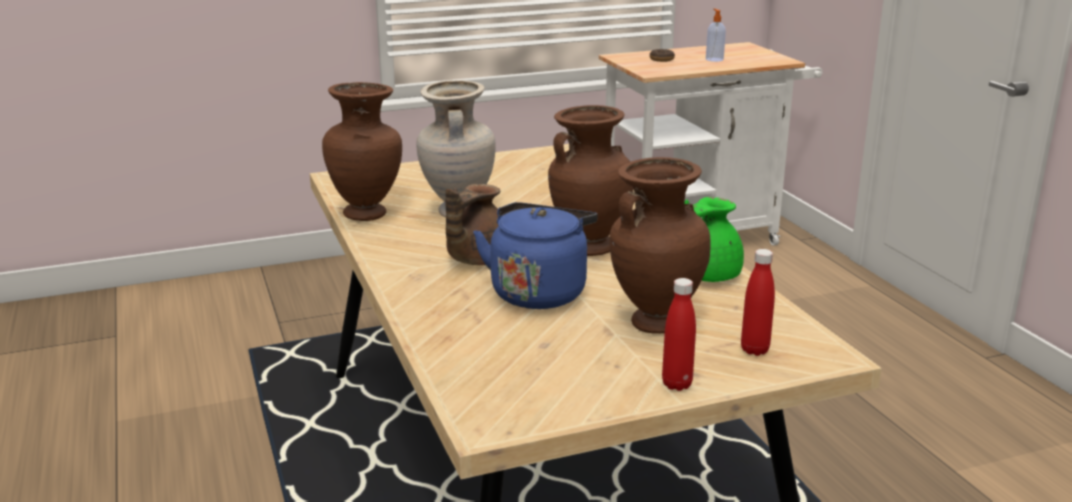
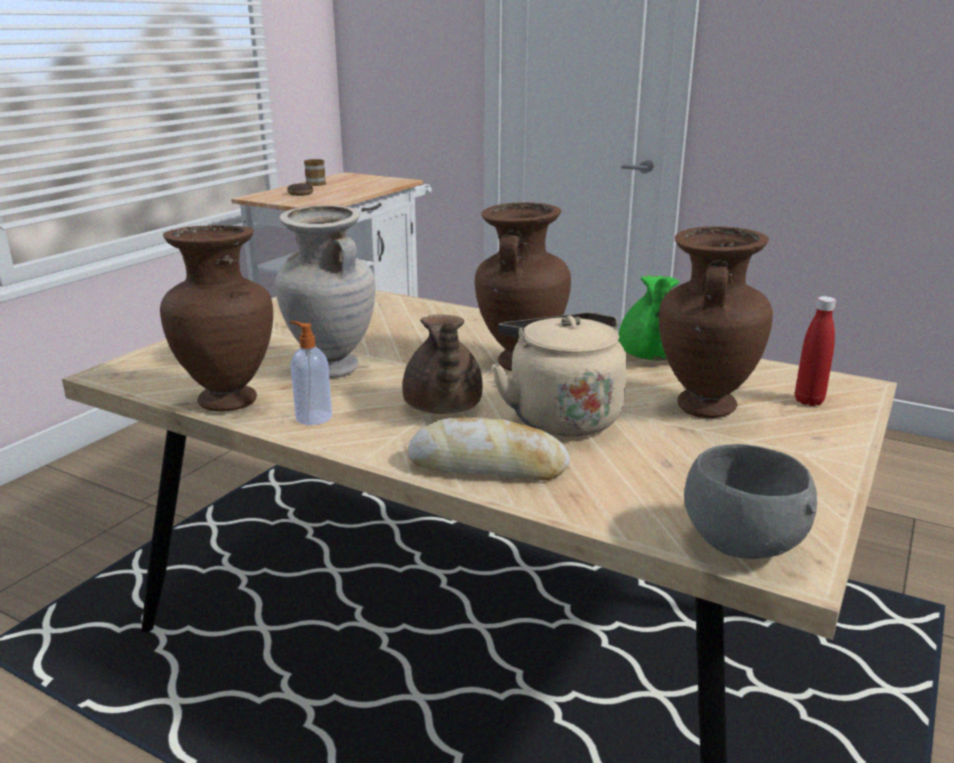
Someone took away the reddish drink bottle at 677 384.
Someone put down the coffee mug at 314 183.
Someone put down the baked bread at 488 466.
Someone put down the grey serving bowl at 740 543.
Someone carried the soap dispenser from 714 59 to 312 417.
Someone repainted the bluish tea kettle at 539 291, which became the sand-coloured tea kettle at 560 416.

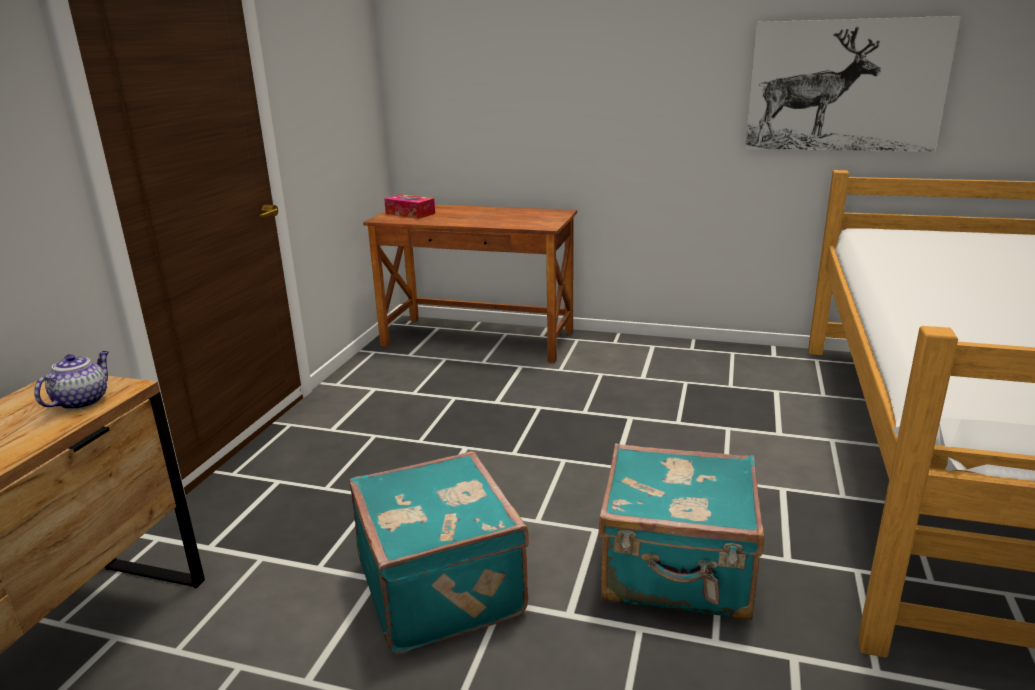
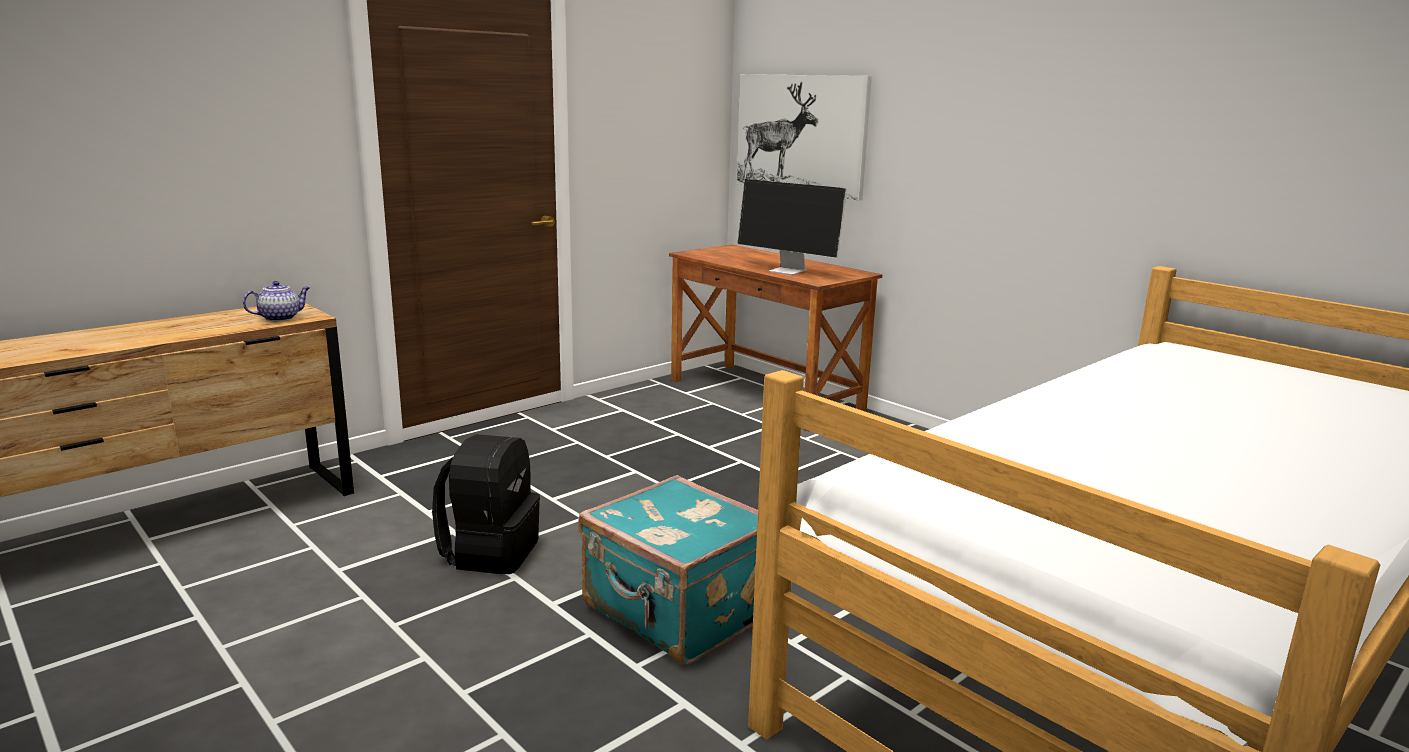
Someone took away the box of tissues at 410 213.
Someone put down the computer display at 789 271.
Someone carried the wall art from 845 86 to 800 134.
Someone swapped the turquoise suitcase at 443 586 for the black-coloured backpack at 490 552.

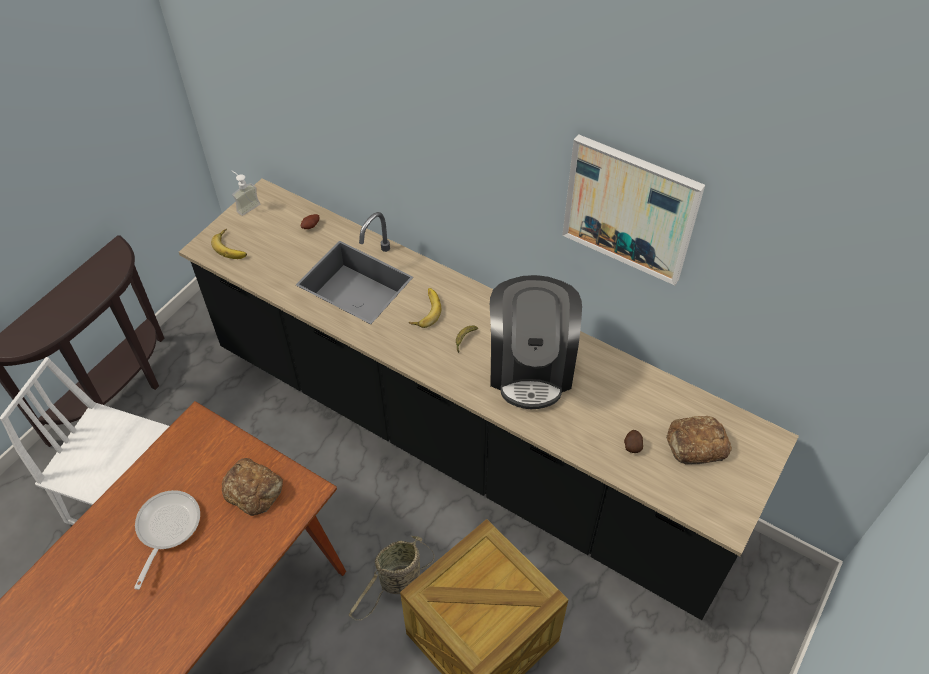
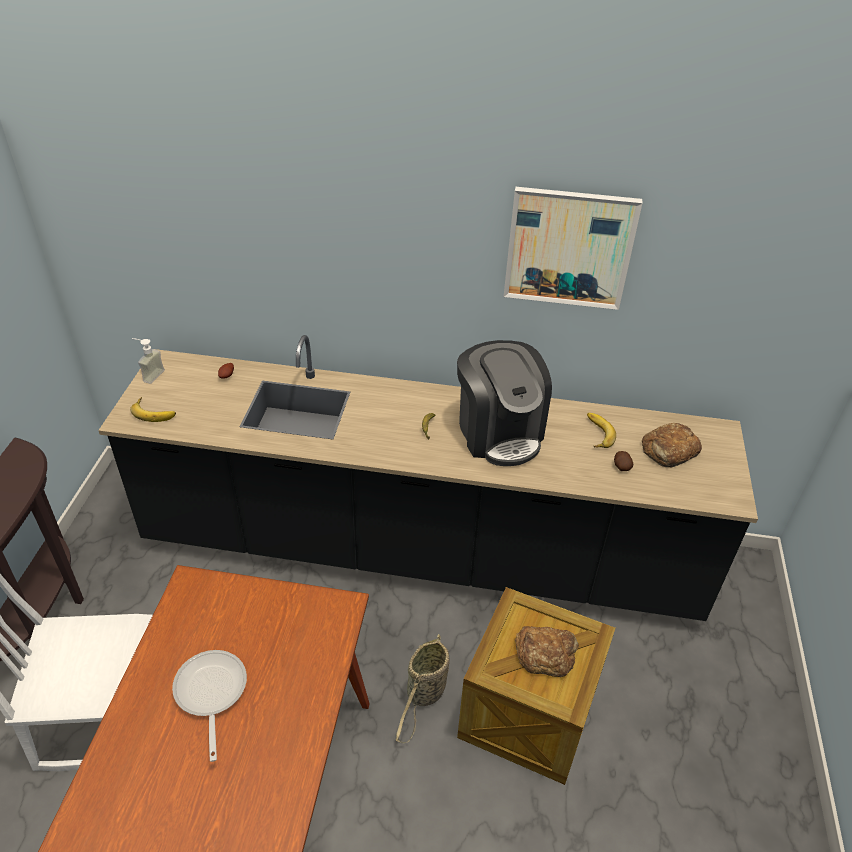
Someone carried the baked bread from 253 489 to 545 653.
Someone carried the banana from 424 310 to 596 433.

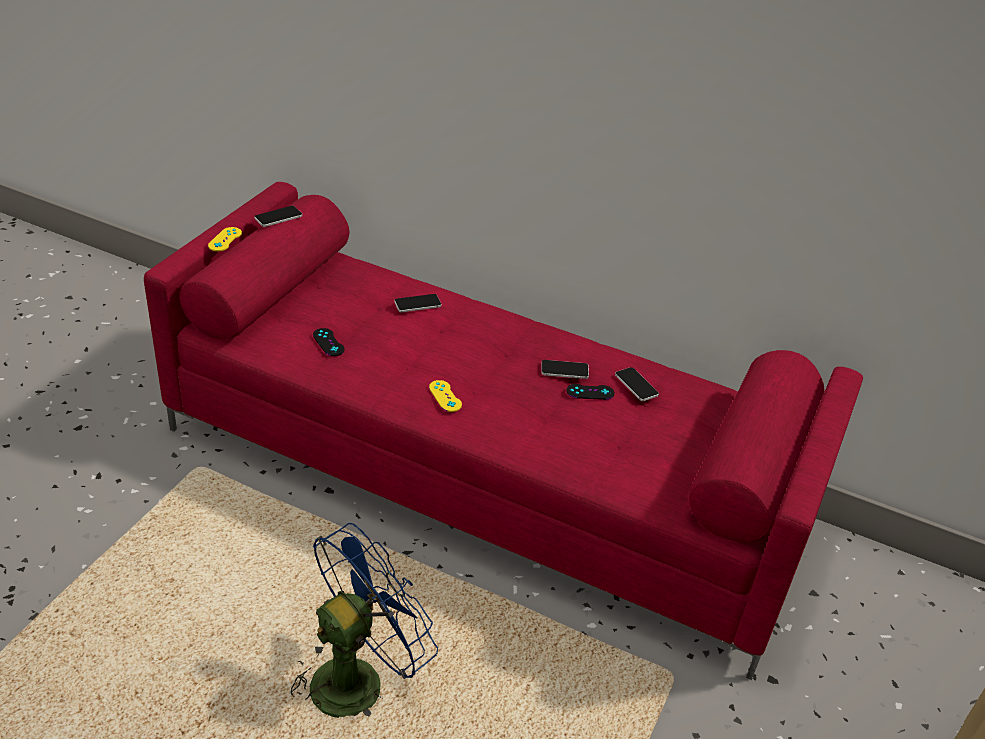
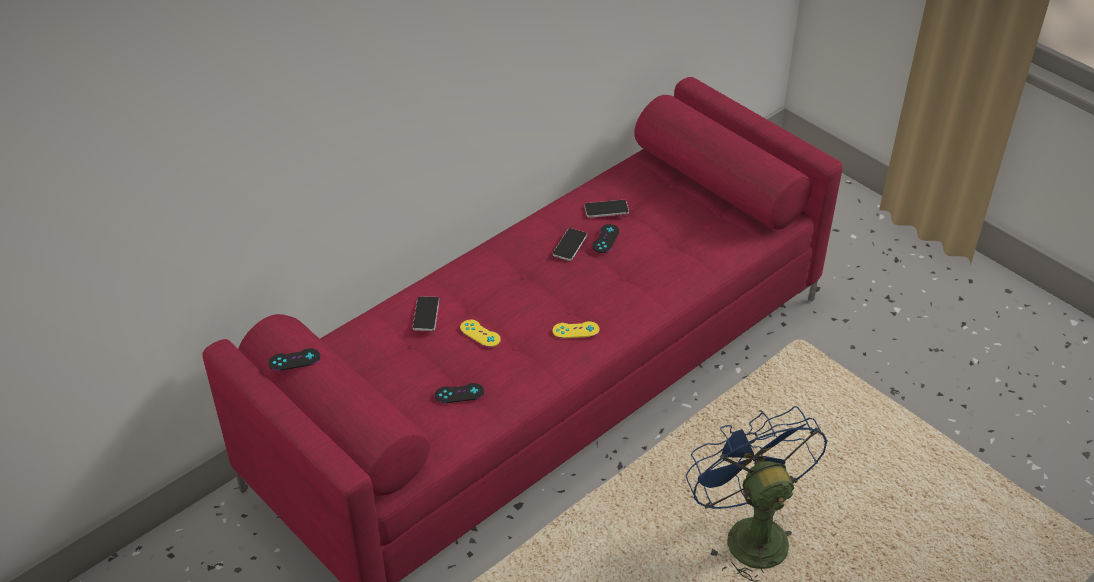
Someone carried the yellow joypad from 225 239 to 480 333.
Someone swapped the phone at 278 217 for the black-coloured joypad at 294 360.

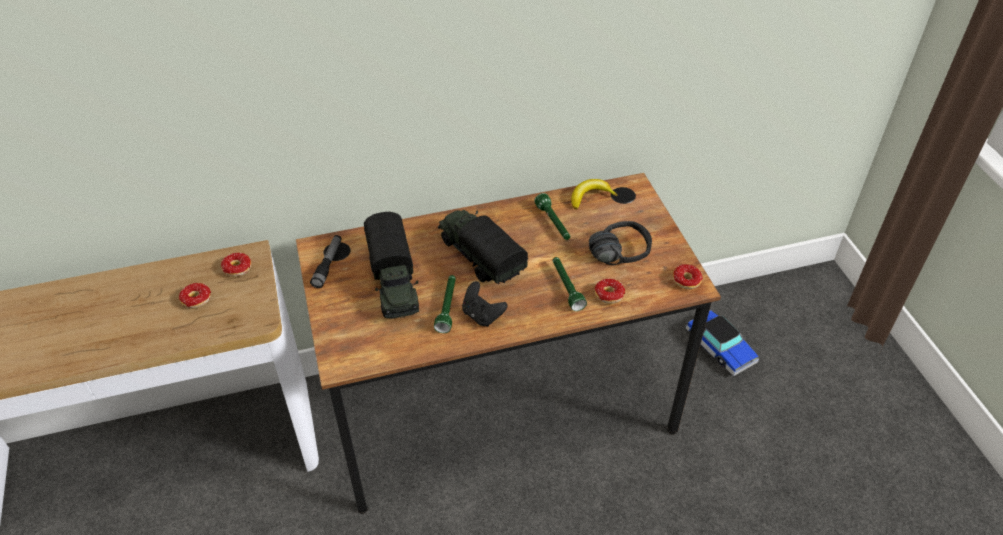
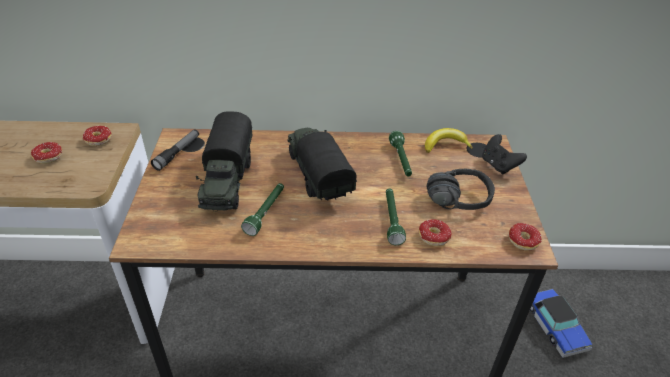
Someone carried the black-coloured joypad from 482 315 to 498 165.

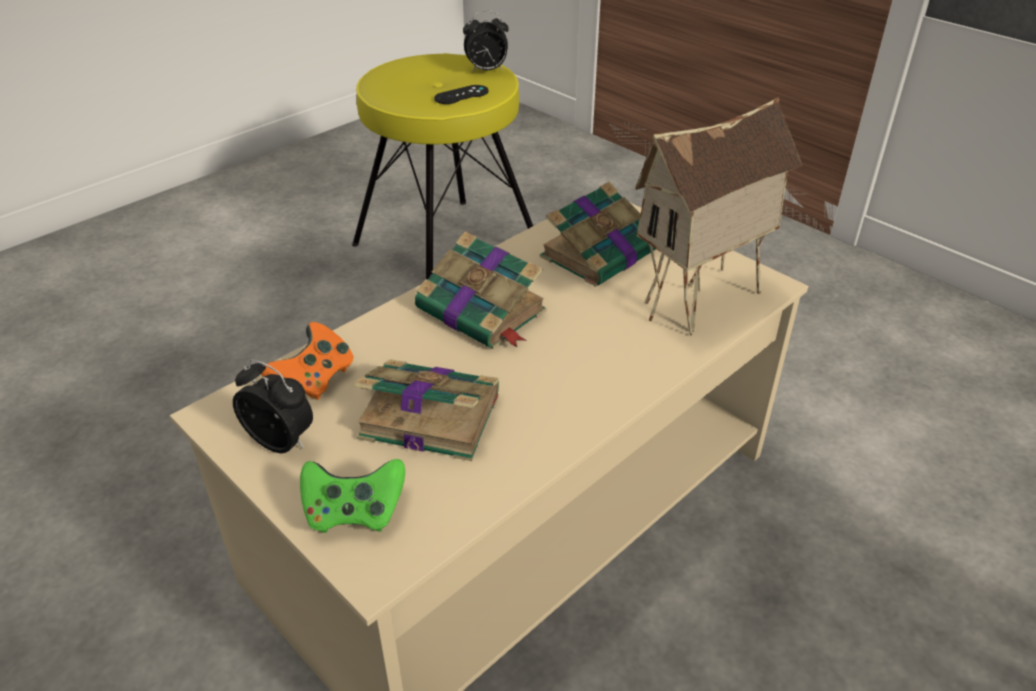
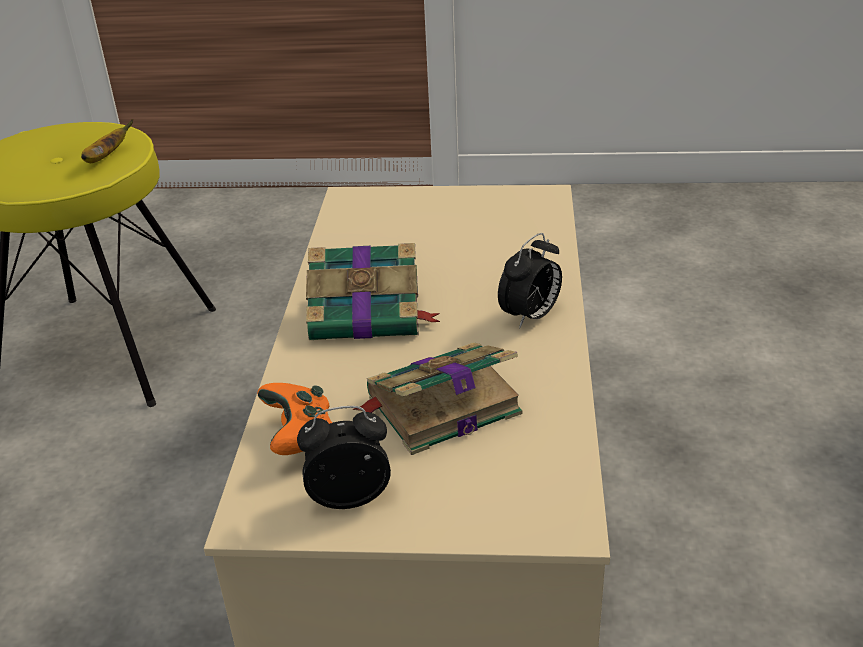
Someone took away the green joypad at 354 512.
Someone took away the book at 601 253.
Someone took away the toy house at 701 306.
Someone carried the bedside clock from 486 71 to 530 317.
Someone swapped the black-coloured joypad at 461 95 for the banana at 106 157.

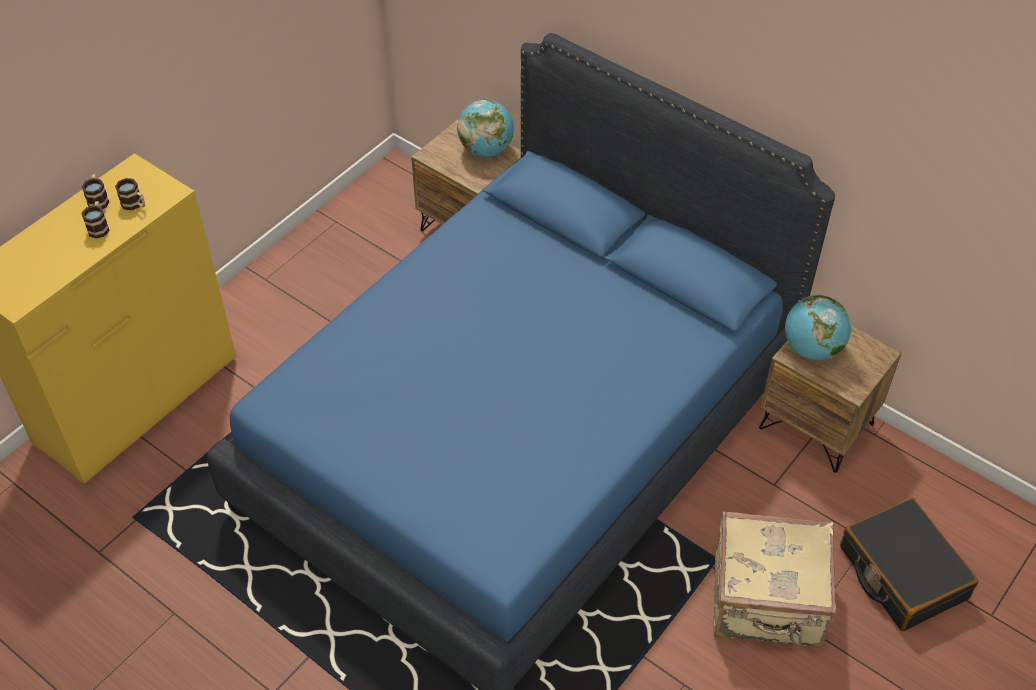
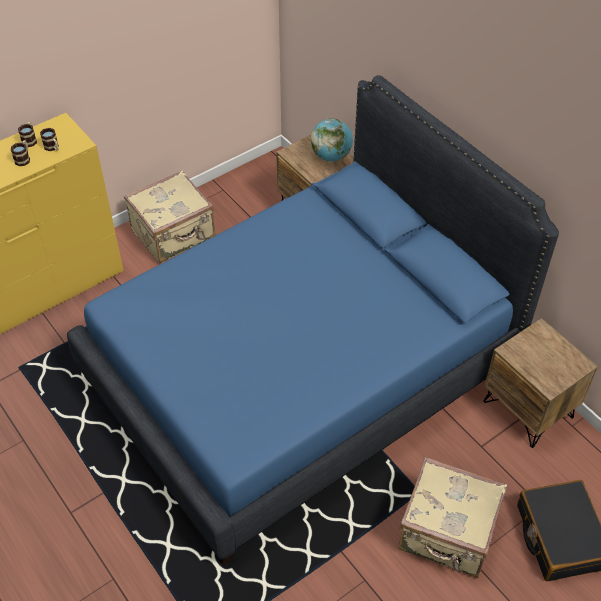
Someone took away the world globe at 812 349.
Someone put down the sand-coloured suitcase at 174 235.

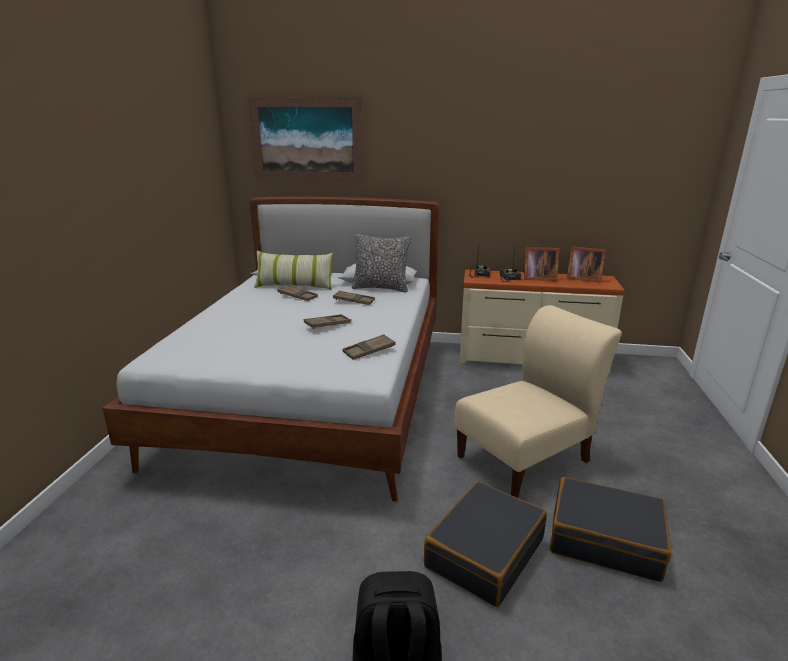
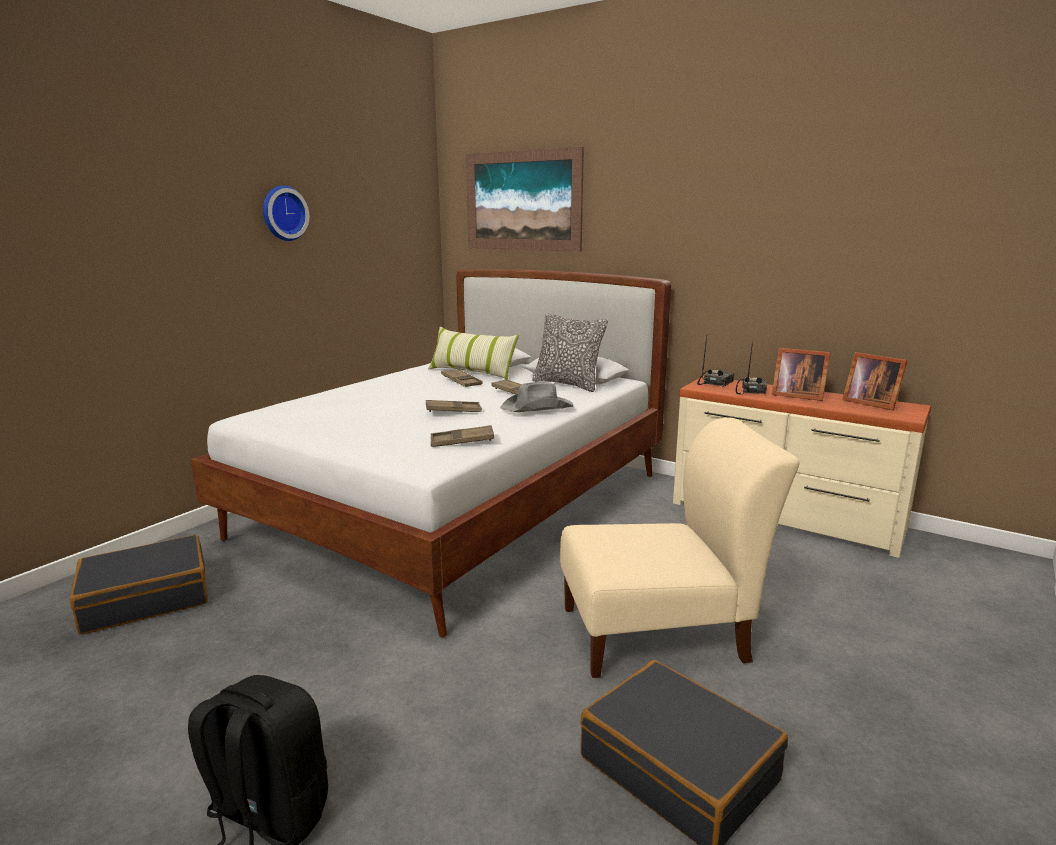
Someone put up the hanging clock at 283 213.
Someone put down the grey wearable hat at 537 407.
Someone carried the black-coloured suitcase from 484 552 to 146 598.

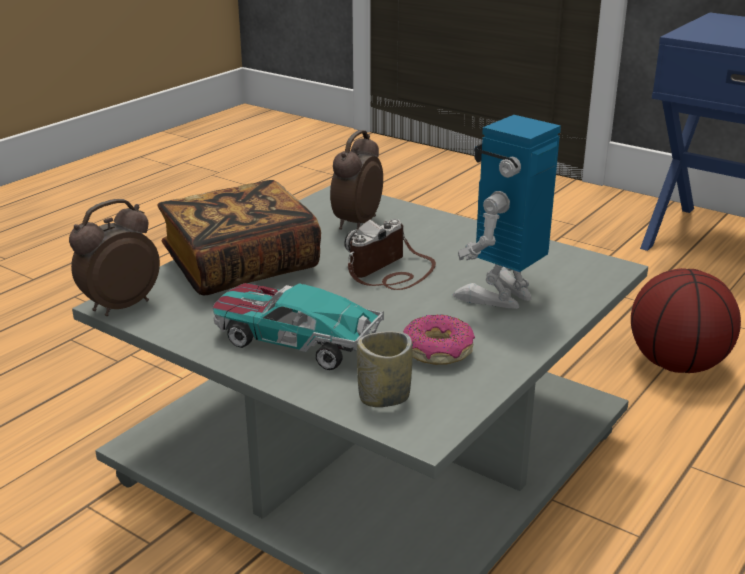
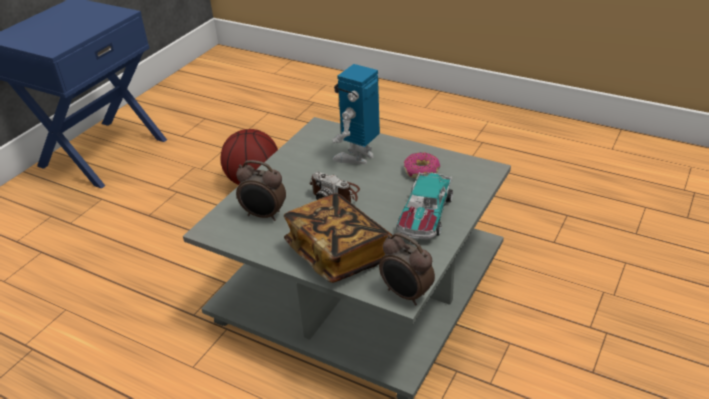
Someone took away the small cup at 384 397.
Someone rotated the toy robot at 501 295 by 90 degrees clockwise.

